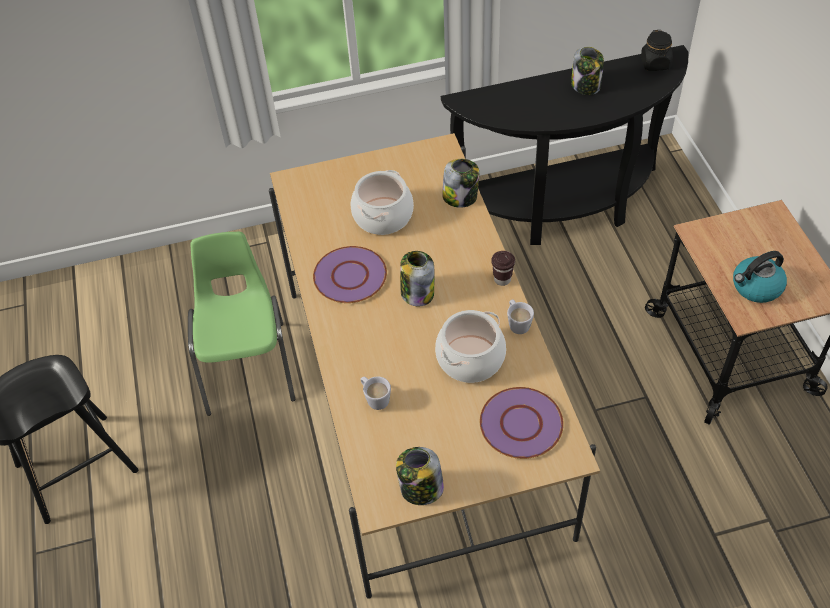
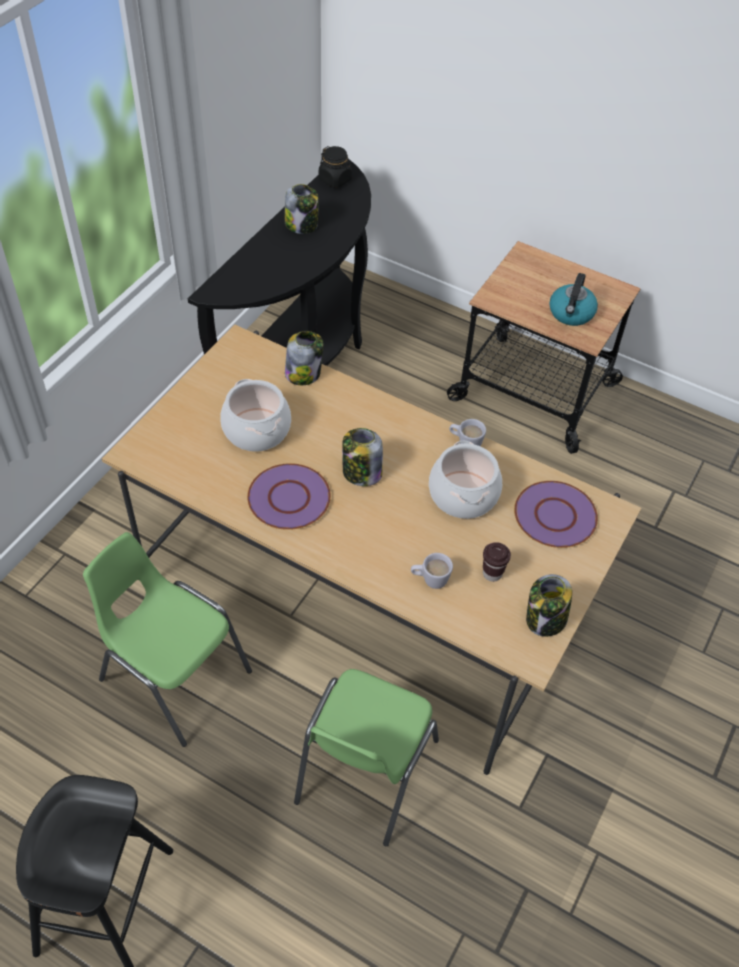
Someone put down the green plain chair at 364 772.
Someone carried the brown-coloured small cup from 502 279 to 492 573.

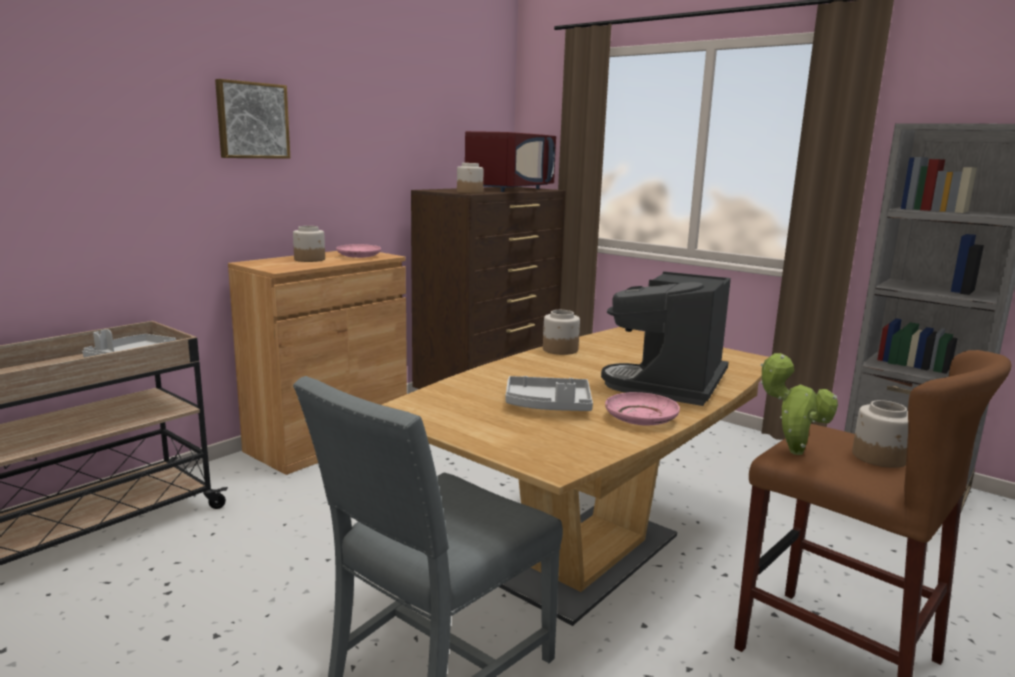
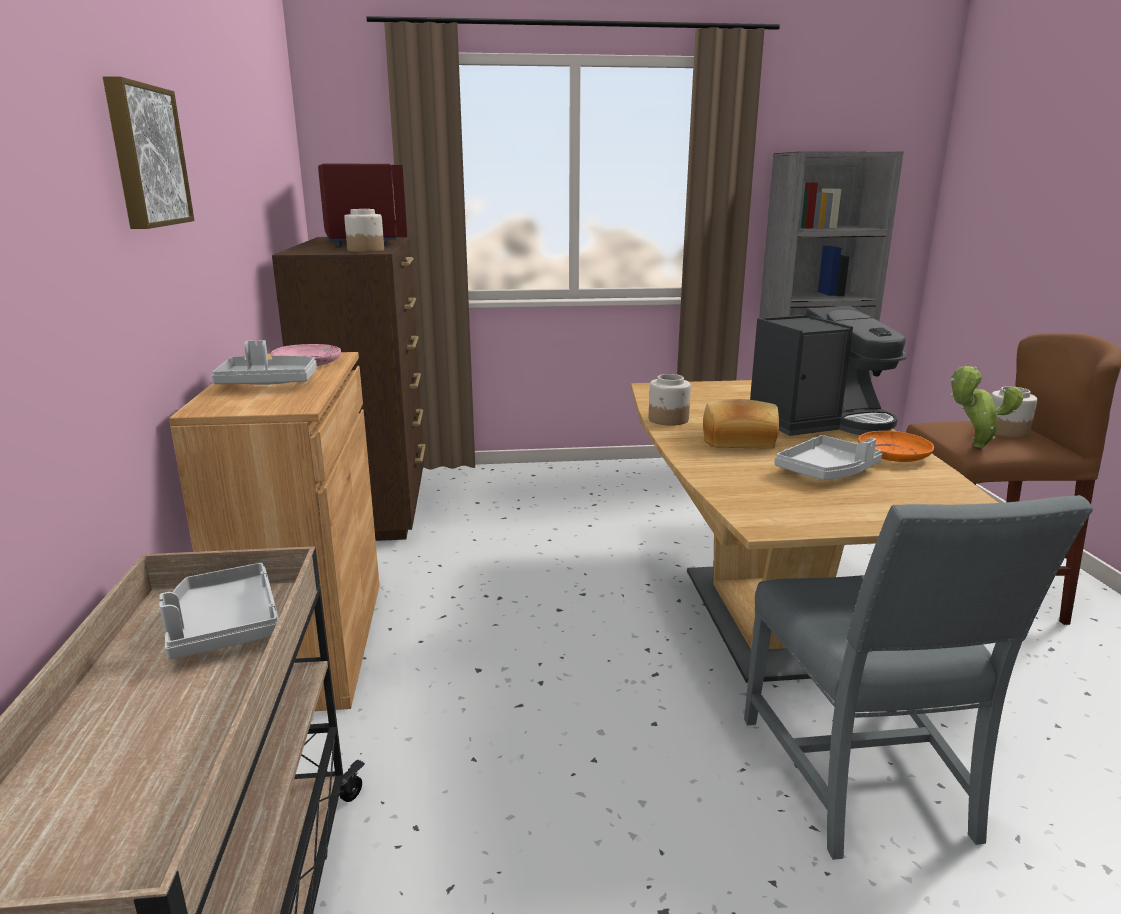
Someone put down the baked bread at 738 440.
Someone swapped the preserve jar at 310 259 for the grey carrying tray at 268 383.
Someone repainted the pinkish plate at 641 418, which became the orange-coloured plate at 894 455.
Someone rotated the coffee maker at 670 384 by 90 degrees counterclockwise.

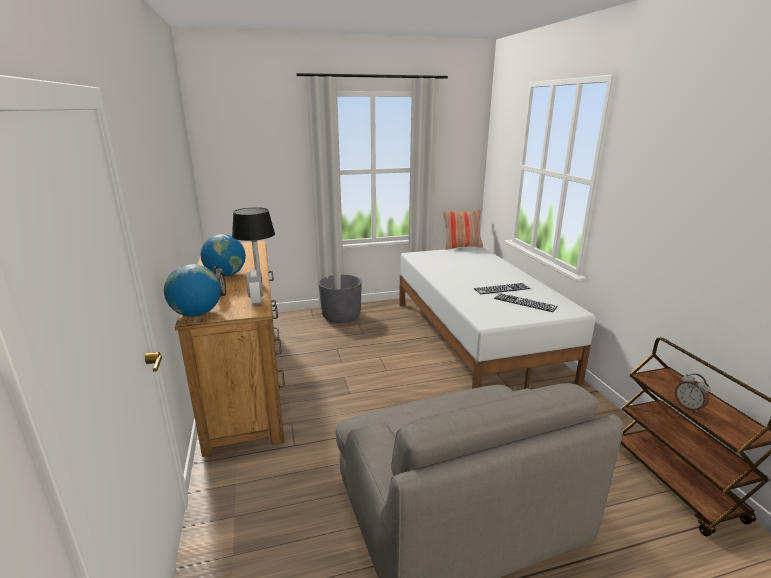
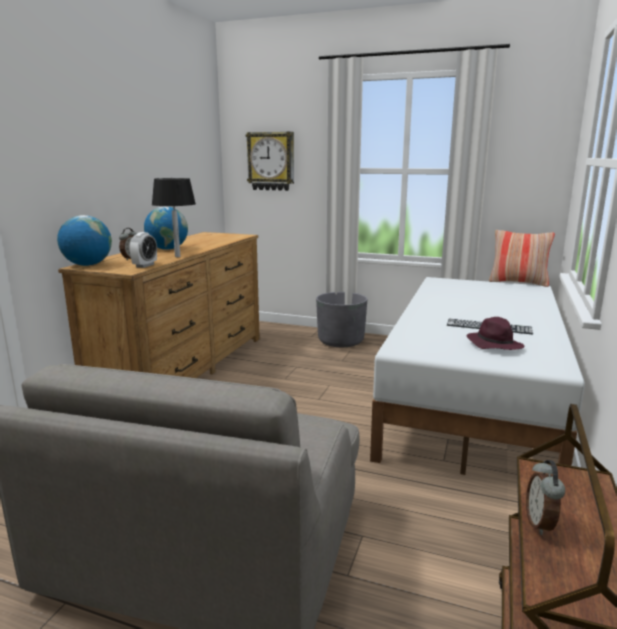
Someone put up the hanging clock at 271 161.
Someone swapped the PC keyboard at 525 302 for the purplish wearable hat at 493 344.

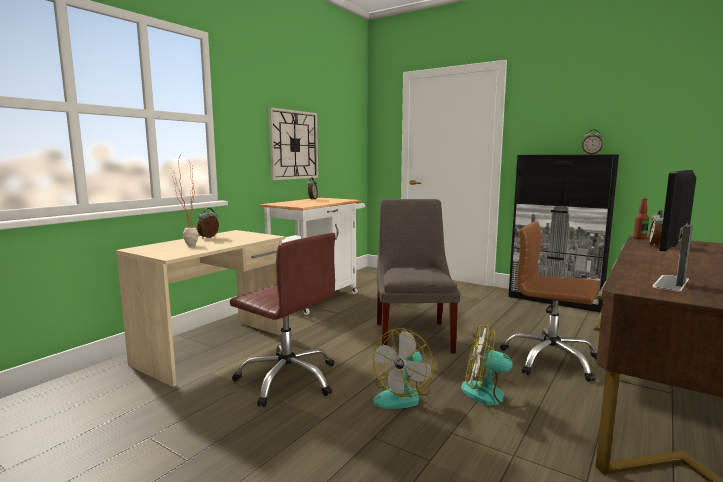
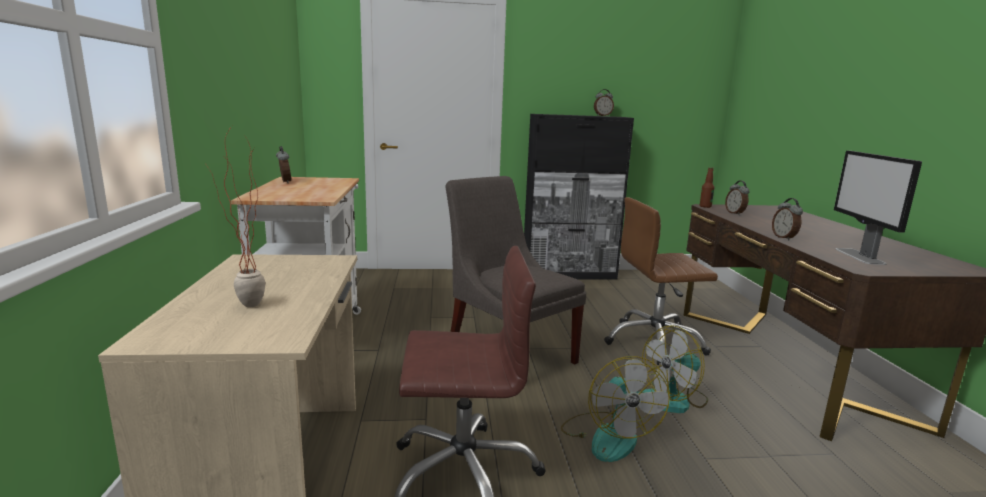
Someone took away the hanging clock at 294 145.
Someone carried the bedside clock from 209 237 to 784 238.

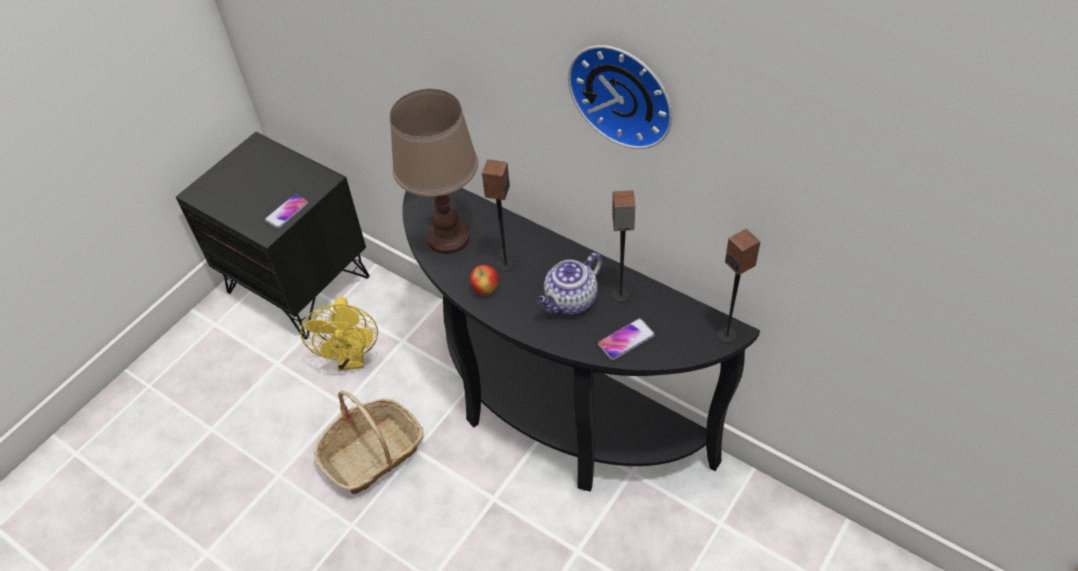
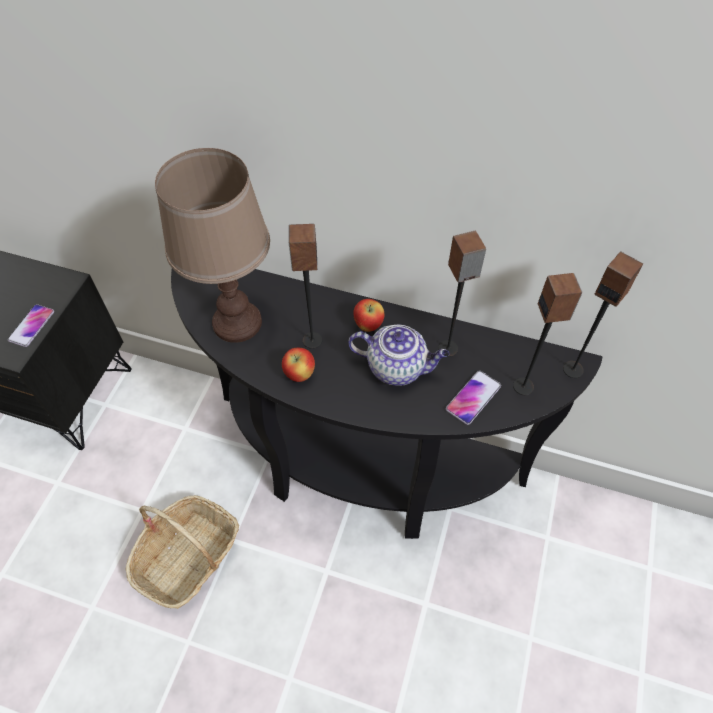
Someone took away the yellow electric fan at 352 359.
Someone took away the hanging clock at 624 92.
Someone put down the apple fruit at 368 325.
Someone put down the loudspeaker at 523 386.
Someone rotated the pot for tea at 570 301 by 105 degrees counterclockwise.

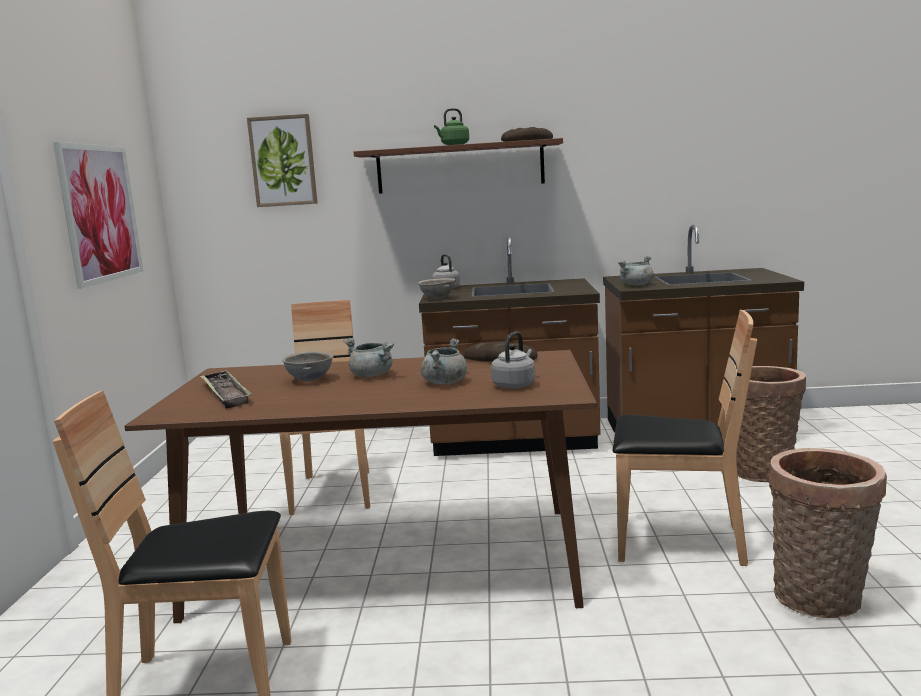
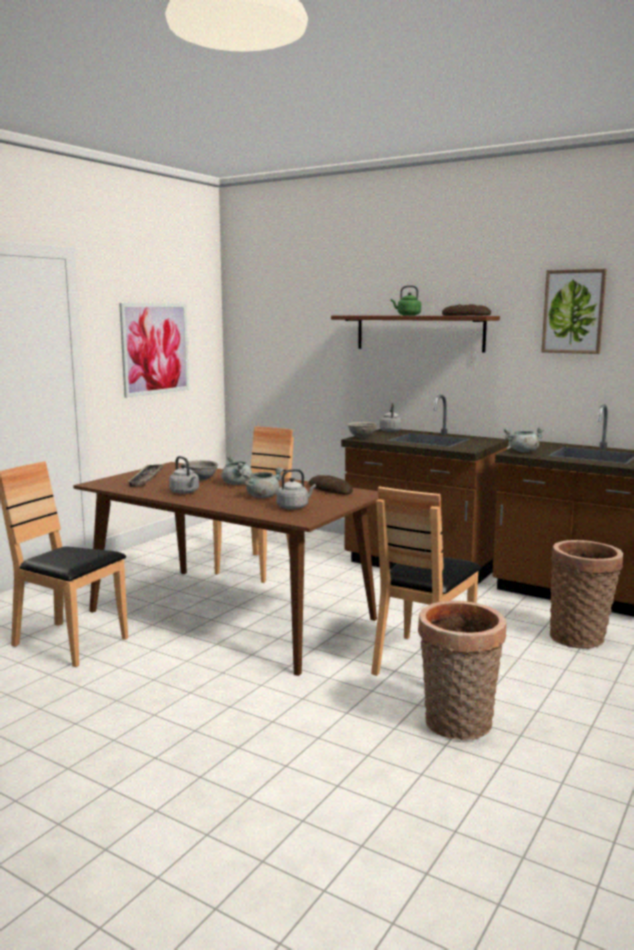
Someone put down the grey tea kettle at 185 492.
Someone carried the wall art from 283 161 to 573 311.
Someone rotated the brown-coloured plain chair at 678 542 by 75 degrees clockwise.

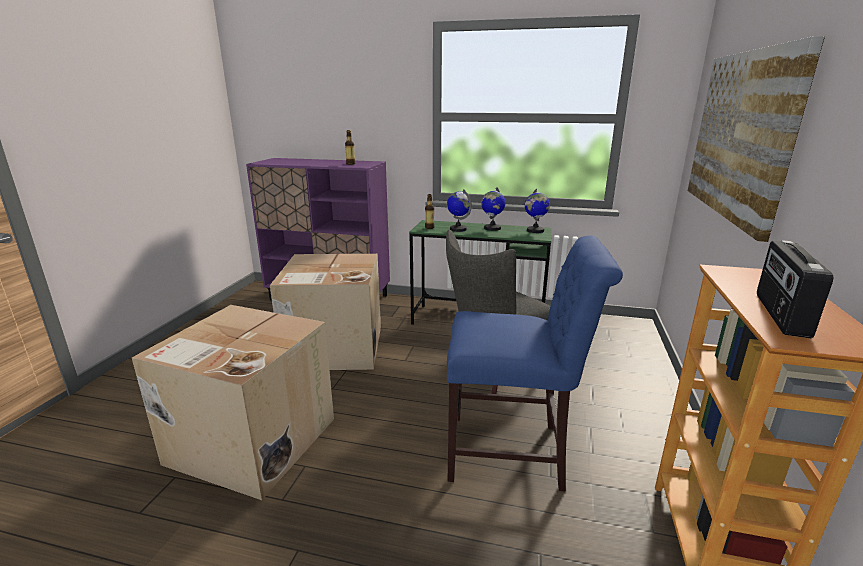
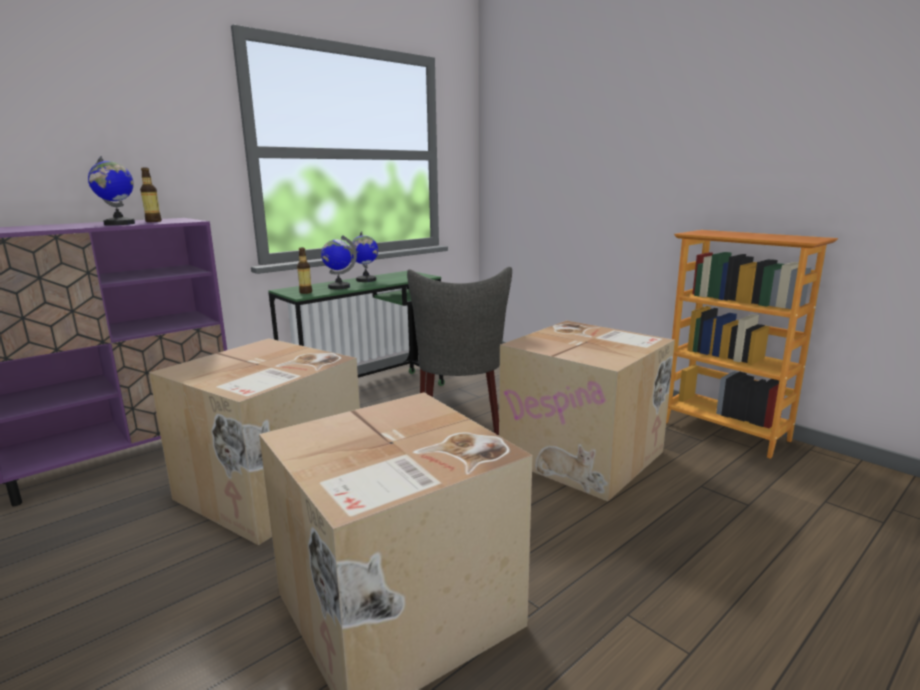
Someone took away the wall art at 741 135.
Someone took away the radio receiver at 779 314.
Someone carried the world globe from 535 230 to 119 224.
Someone swapped the bluish plain chair at 513 453 for the carton at 584 455.

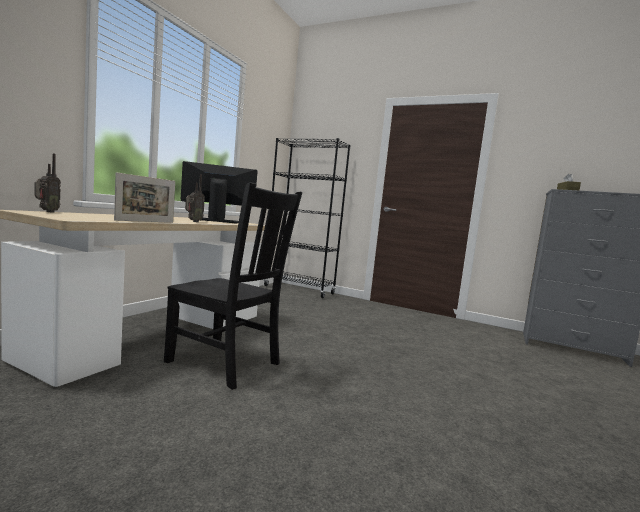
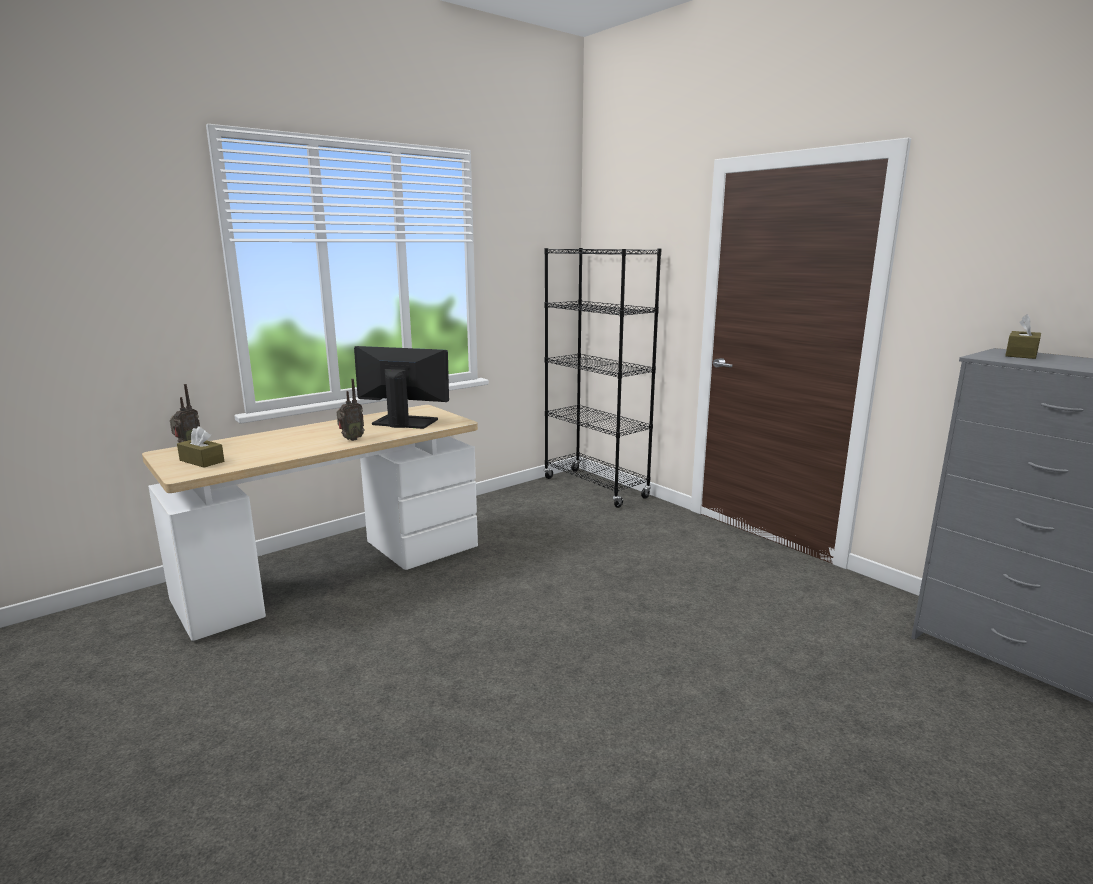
Someone took away the photo frame at 145 221.
Someone took away the black-coloured plain chair at 226 364.
Someone put down the brown-coloured box of tissues at 202 461.

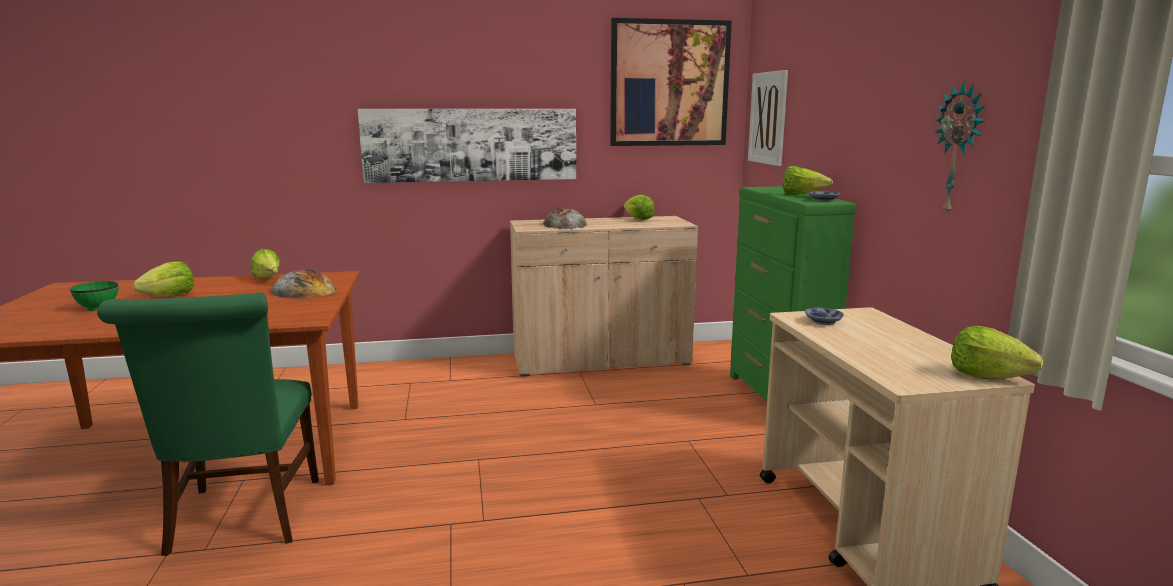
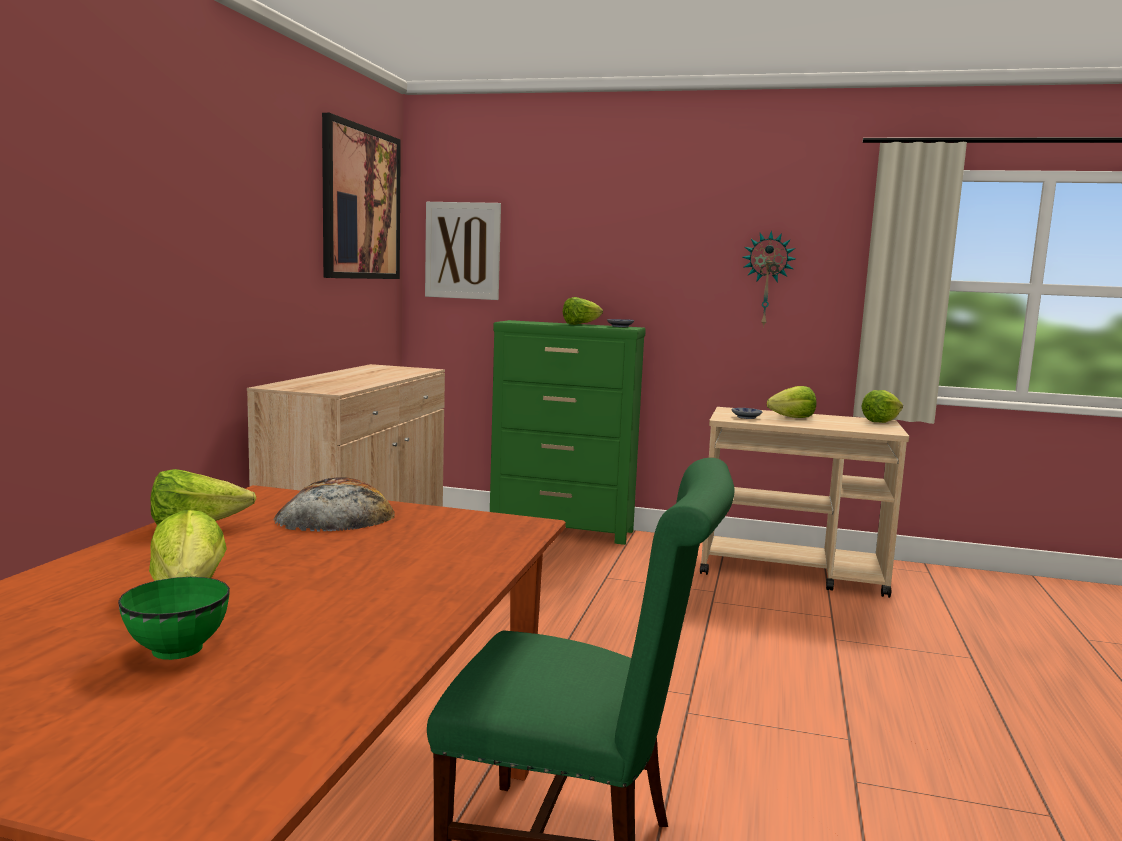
Someone took away the wall art at 471 145.
Someone took away the baked bread at 564 224.
Someone carried the head of lettuce from 638 219 to 793 417.

